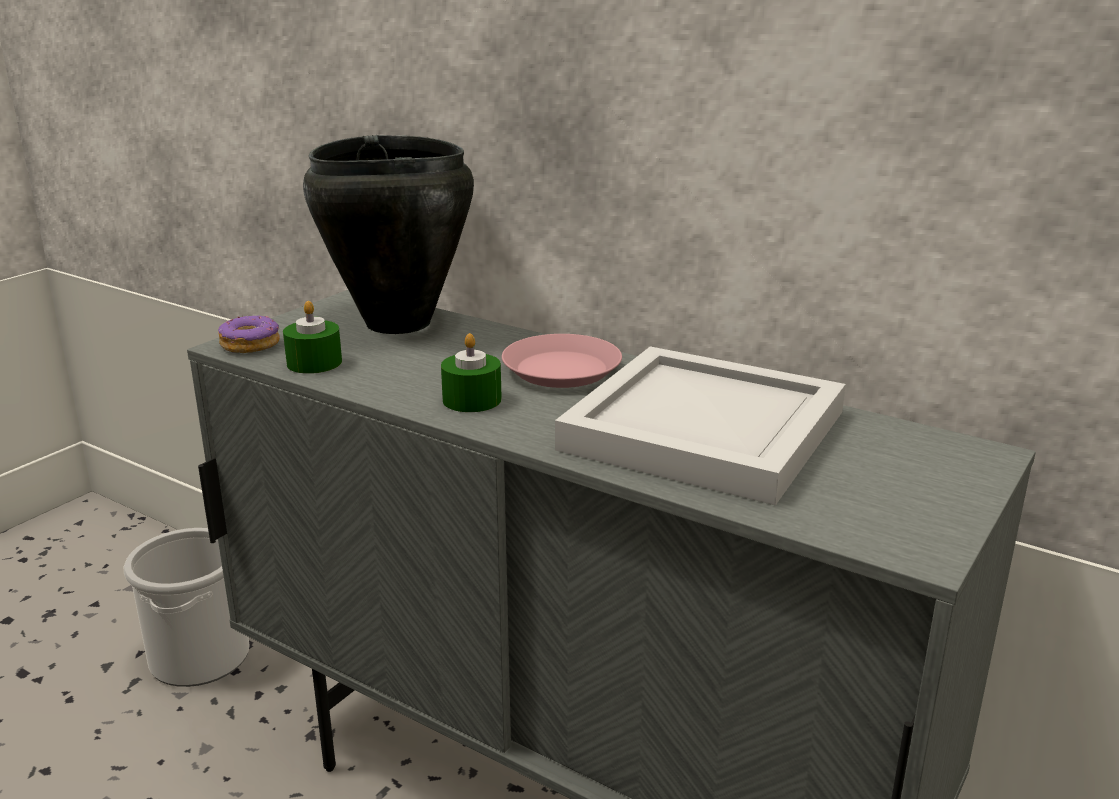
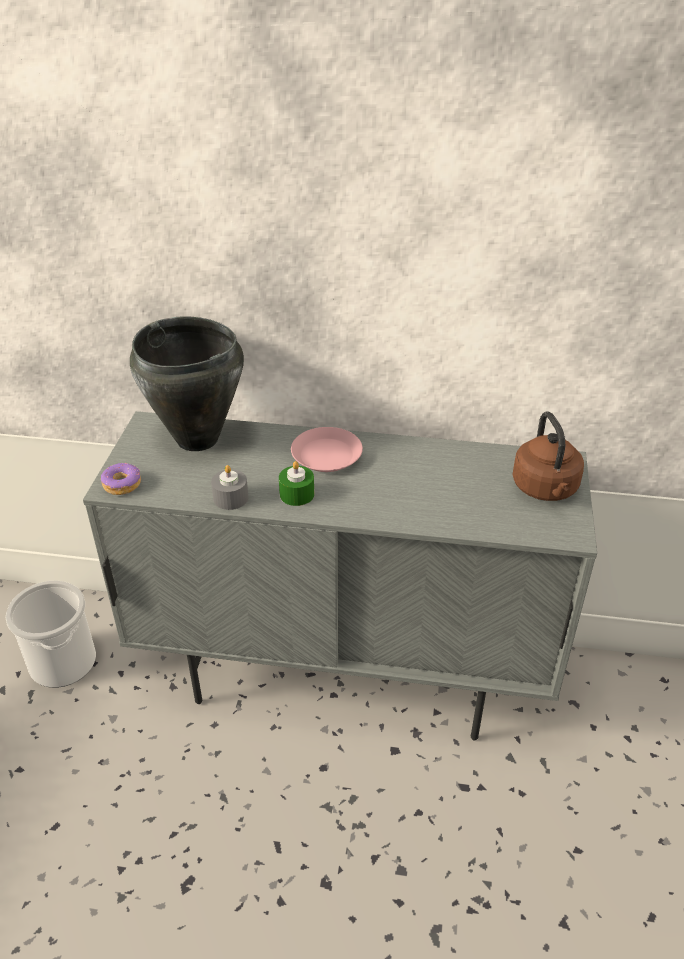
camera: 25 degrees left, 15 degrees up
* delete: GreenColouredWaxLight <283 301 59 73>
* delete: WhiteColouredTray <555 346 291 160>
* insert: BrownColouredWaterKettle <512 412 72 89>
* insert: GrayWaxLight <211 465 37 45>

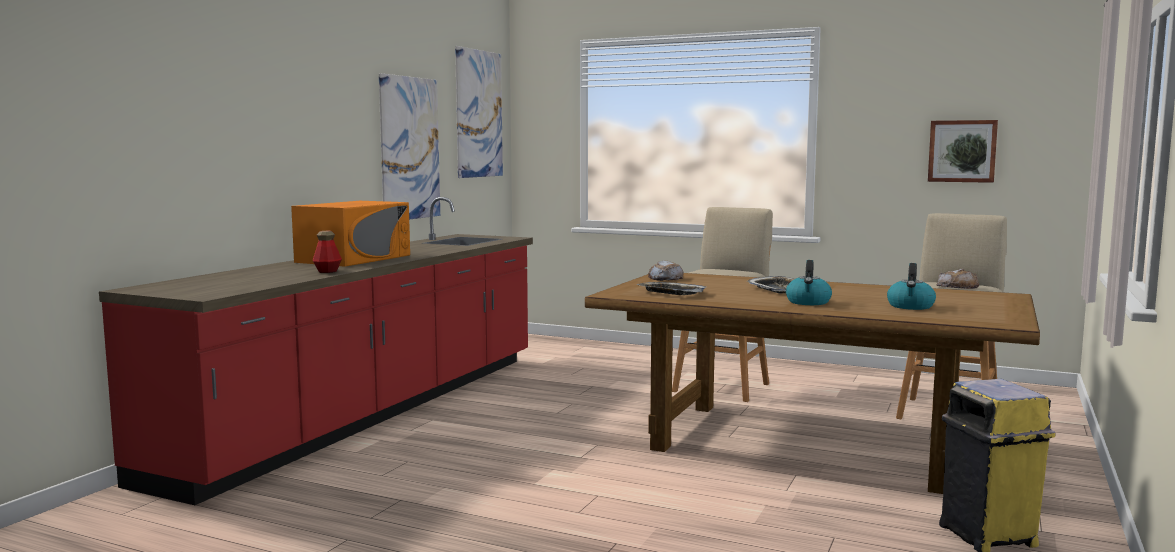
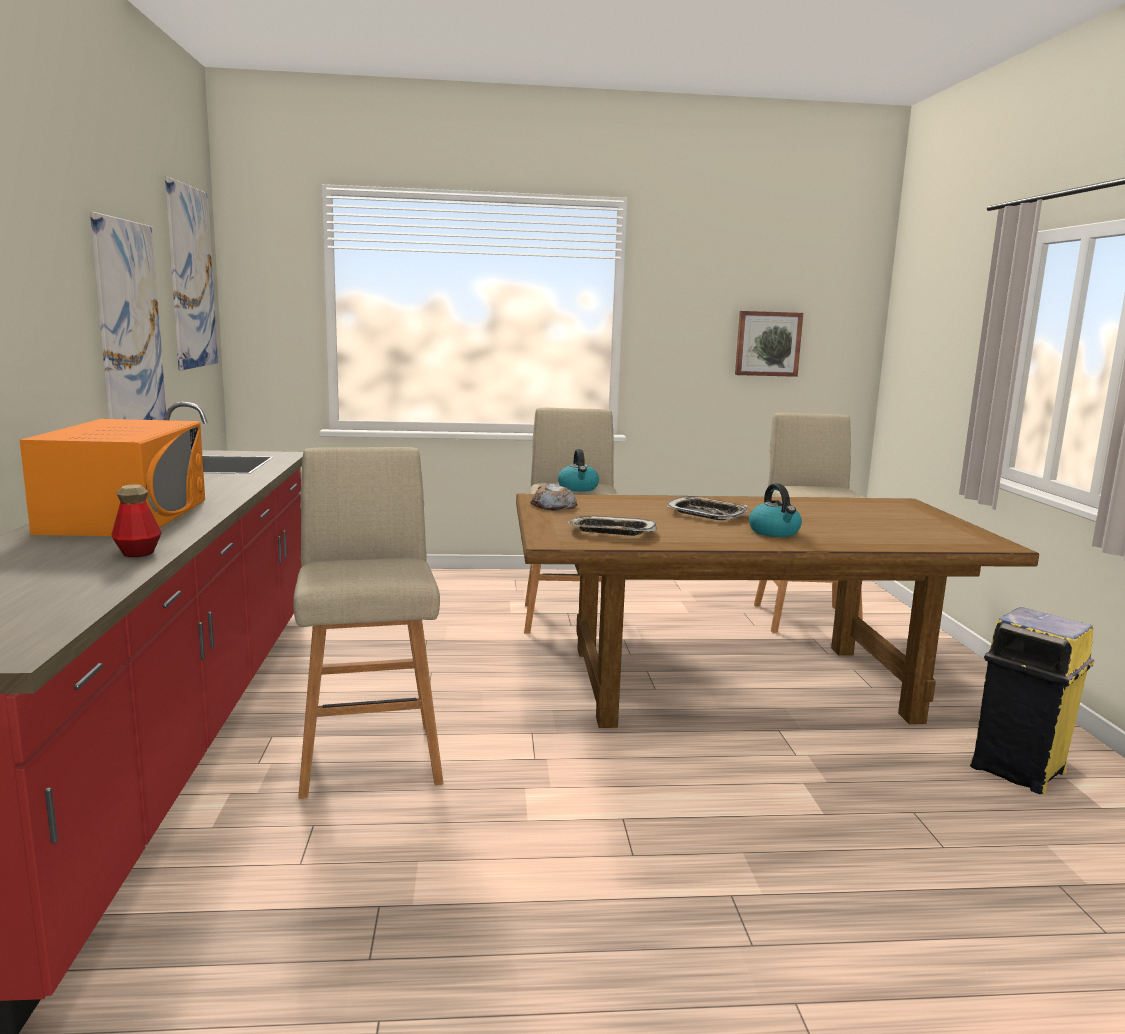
camera: 30 degrees left, 5 degrees up
* move: WaterKettle <887 263 49 47> to <558 449 41 43>
* delete: Bread <937 269 42 20>
* insert: SandColouredSittingStool <293 447 150 352>

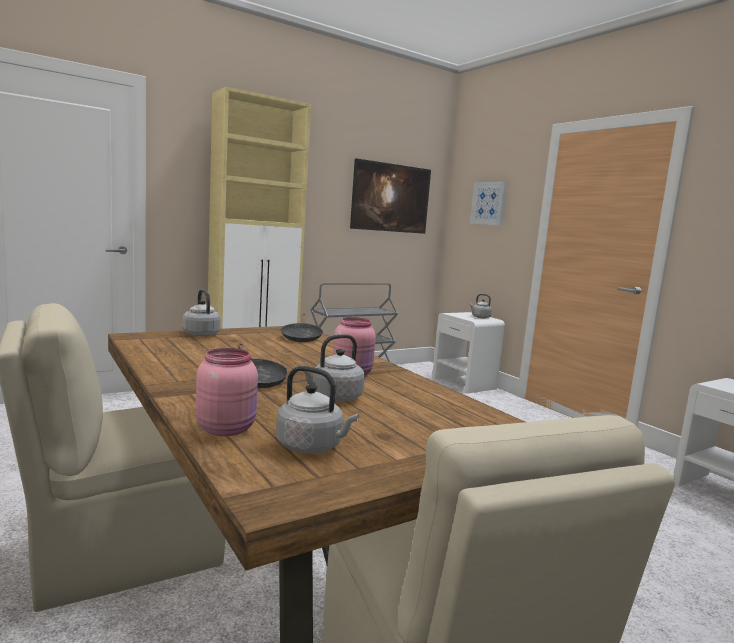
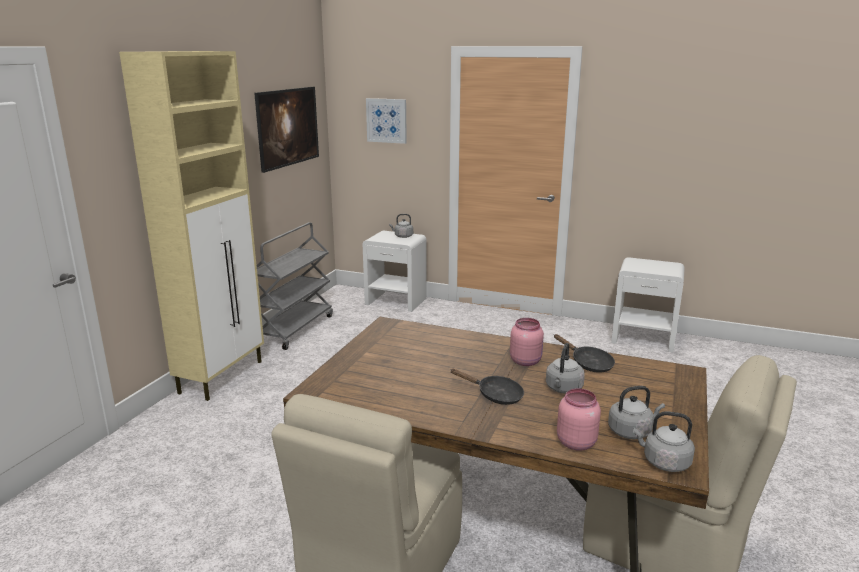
camera: 35 degrees left, 10 degrees up
* move: GrayWaterKettle <183 290 38 46> to <633 411 62 61>
* move: BlackPan <280 314 44 28> to <554 334 61 39>

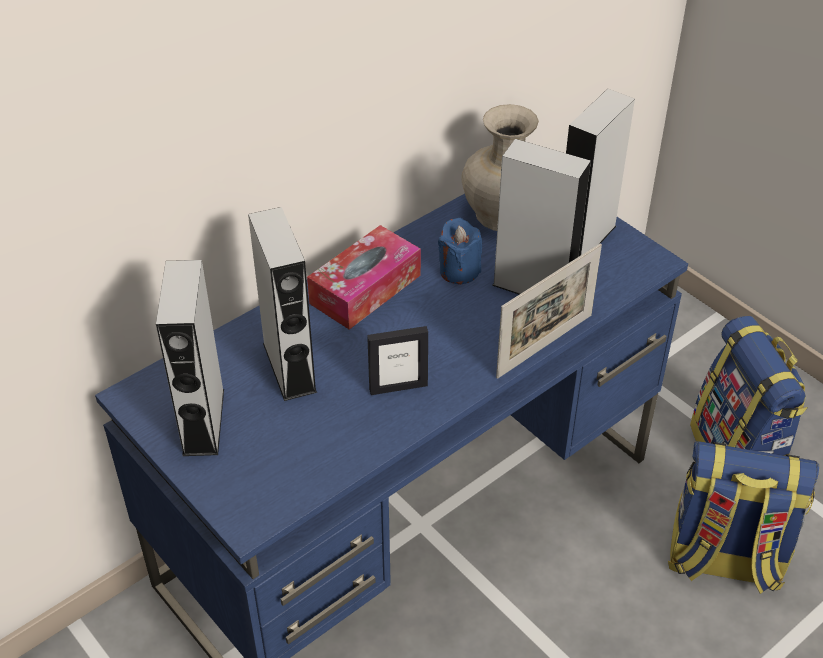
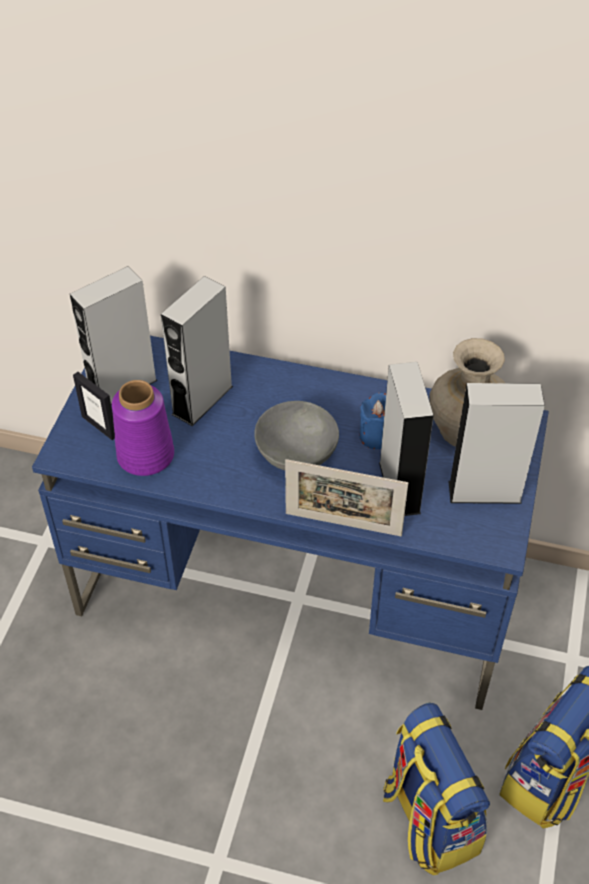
camera: 55 degrees right, 5 degrees up
* delete: TissueBox <307 225 114 105>
* move: PhotoFrame <367 326 61 69> to <73 372 42 68>
* insert: PurpleColouredVase <112 380 62 96>
* insert: GrayServingBowl <254 401 85 69>

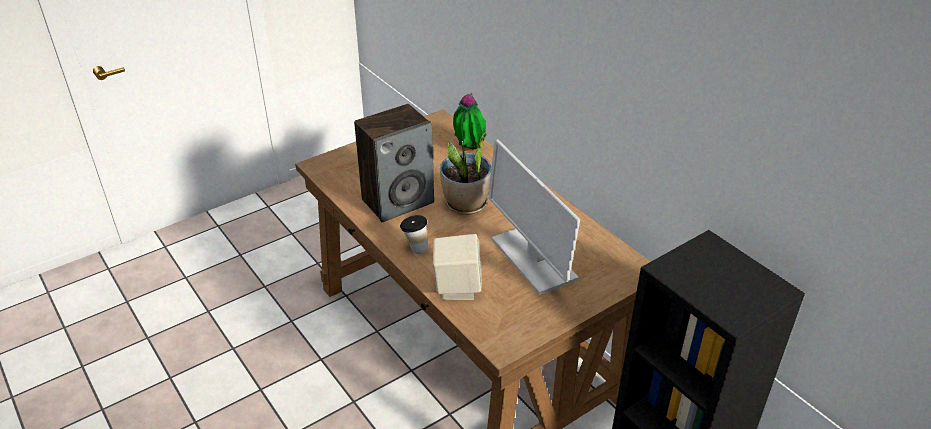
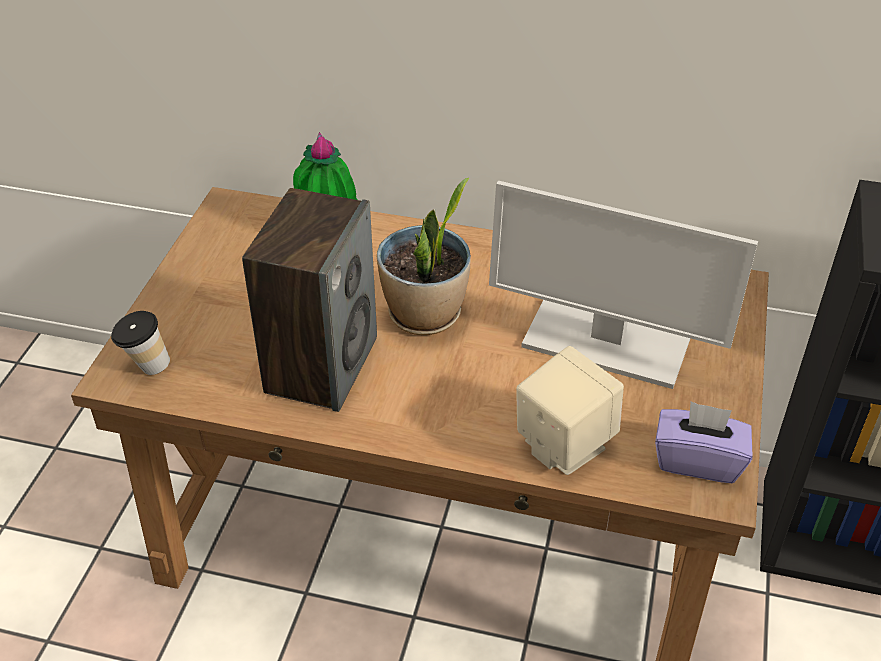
camera: 40 degrees left, 5 degrees up
* move: Cup <400 215 29 38> to <111 311 59 64>
* insert: PurpleColouredTissueBox <655 401 98 82>

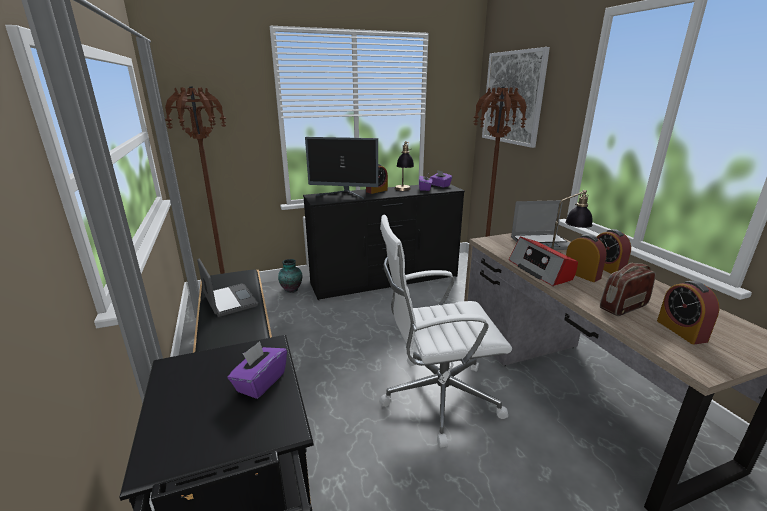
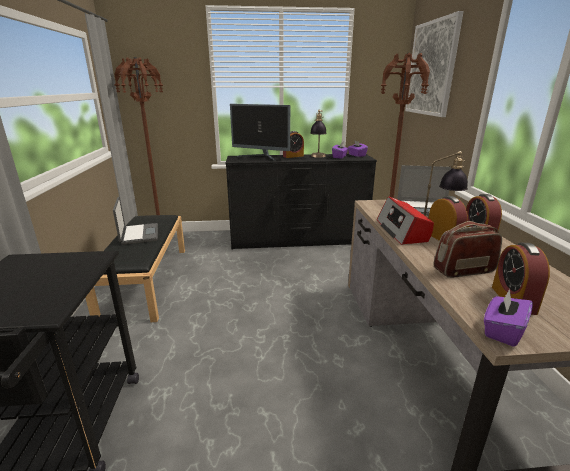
camera: 15 degrees right, 0 degrees up
* delete: WhiteColouredComputerChair <379 215 133 232>
* delete: Vase <278 259 24 34>
* move: PurpleColouredTissueBox <228 341 59 58> to <484 289 49 58>

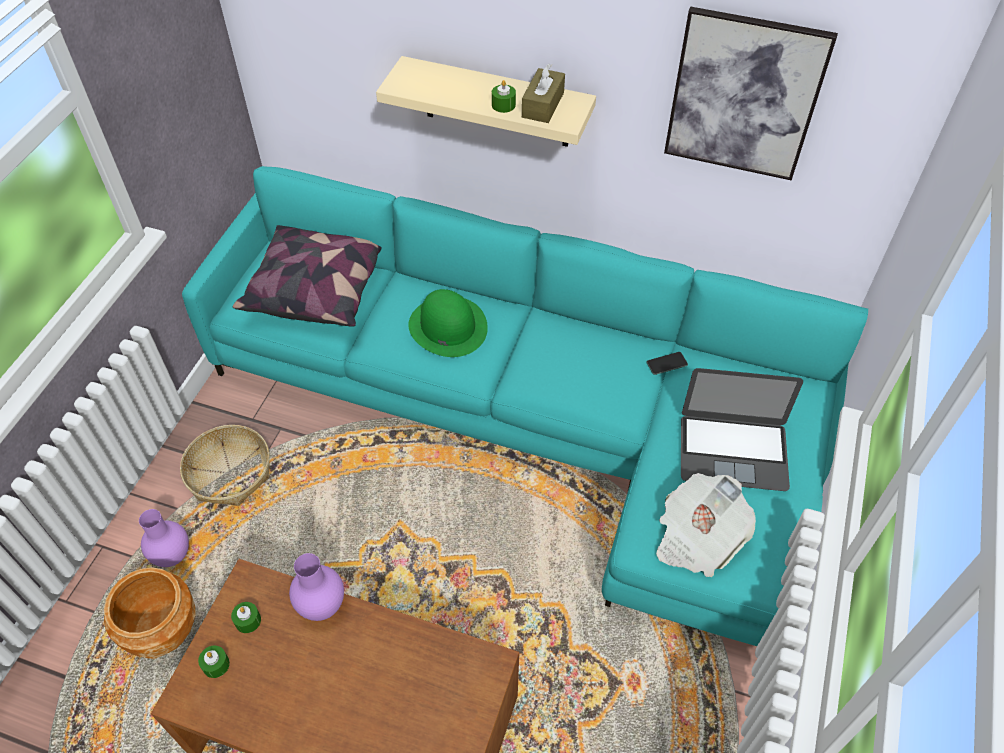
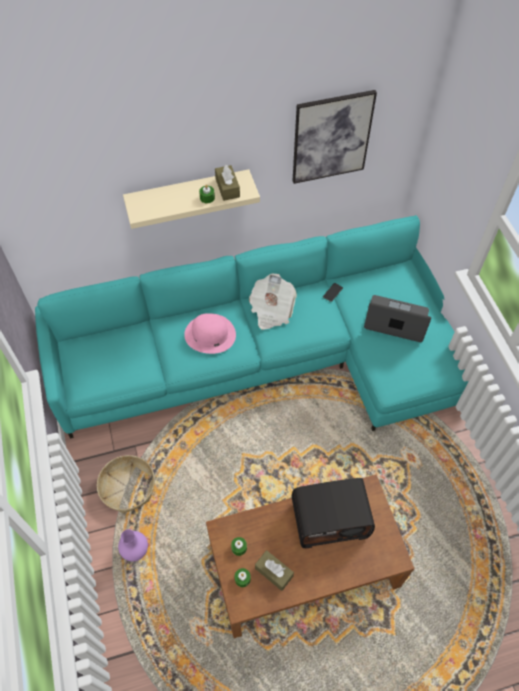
camera: 35 degrees left, 5 degrees up
* delete: Cushion <233 225 149 102>
* recolor: GreenColouredHat <408 289 80 68> to PinkHat <184 313 52 41>
* rotate: Laptop <681 368 122 123> = <364 295 67 47> 135 degrees counterclockwise
* move: DailyPaper <656 473 100 104> to <249 273 48 57>
* delete: PurpleColouredVase <289 553 55 68>
* delete: BrownColouredFlowerPot <104 567 92 92>
* insert: Radio <292 478 83 70>
* insert: BrownColouredTissueBox <255 550 39 41>

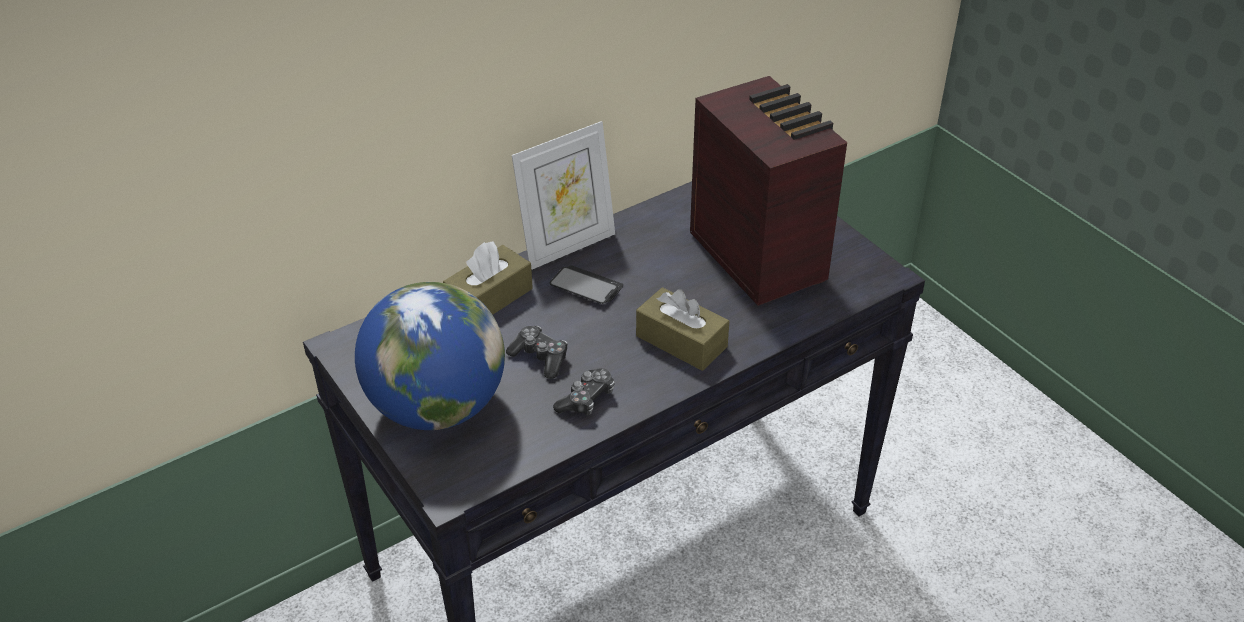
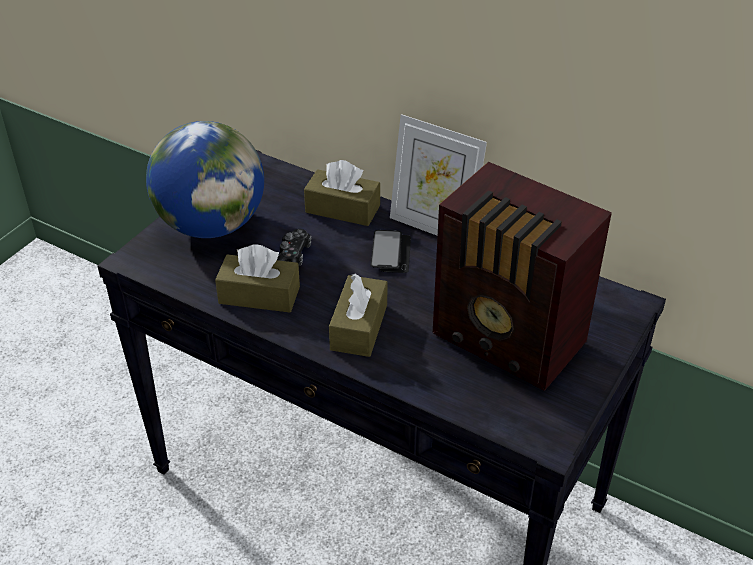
camera: 65 degrees right, 0 degrees up
* rotate: Radio <690 76 157 230> = <433 162 179 229> 90 degrees clockwise
* replace: Gamepad <553 368 62 47> to BrownColouredTissueBox <215 244 85 68>

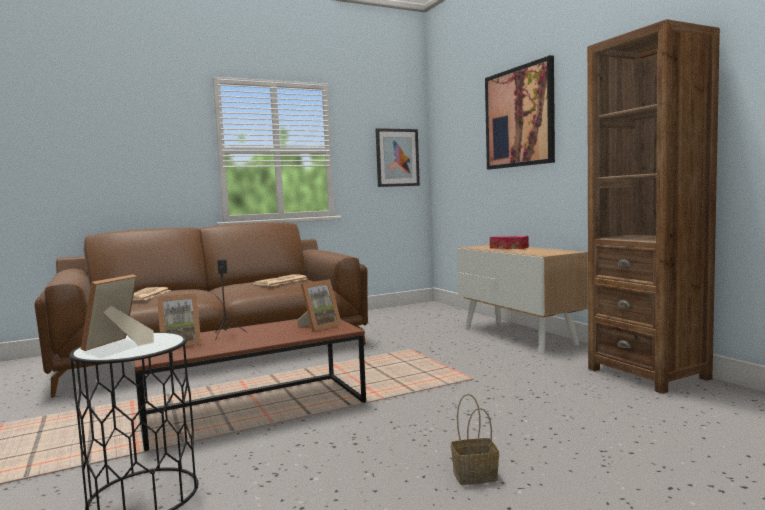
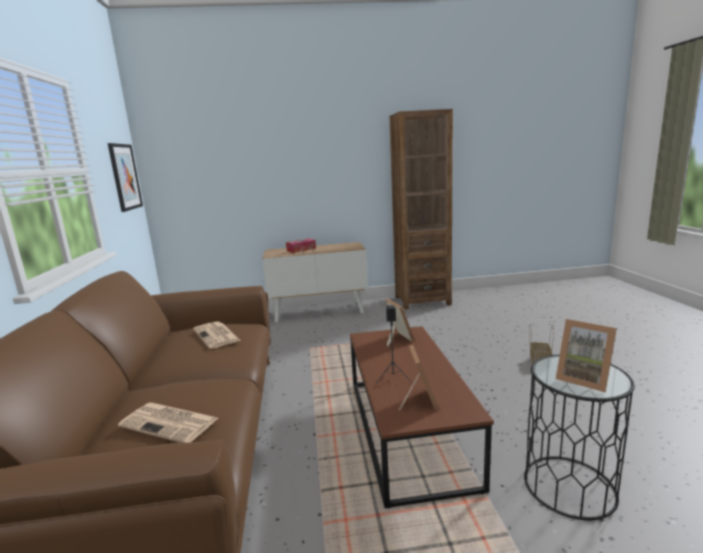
camera: 70 degrees left, 10 degrees up
* delete: Picture <485 55 70 114>

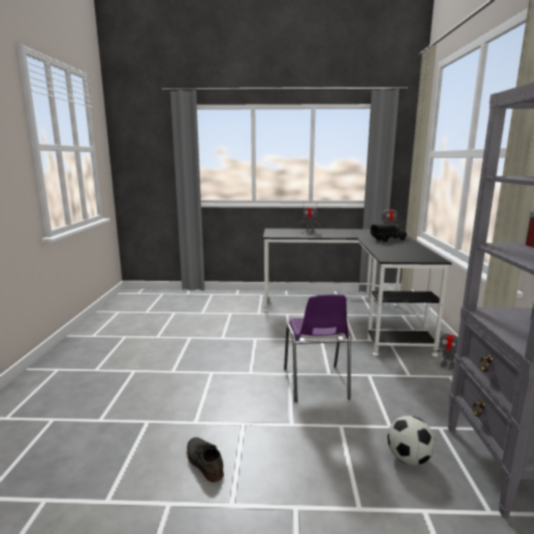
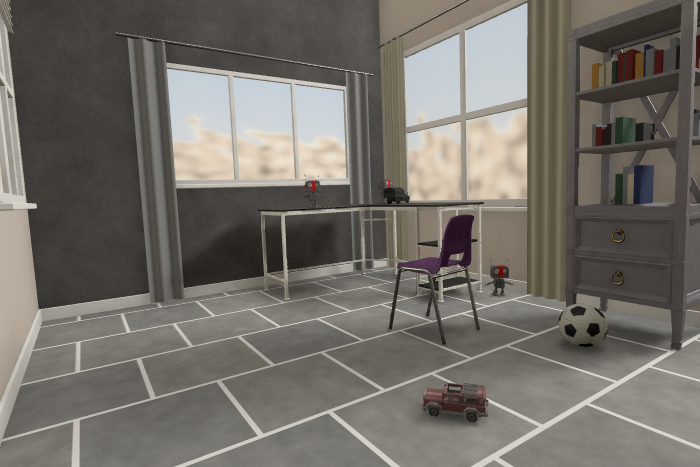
camera: 35 degrees left, 10 degrees down
* replace: GrayShoe <187 437 37 45> to ToyLorry <422 381 67 41>

